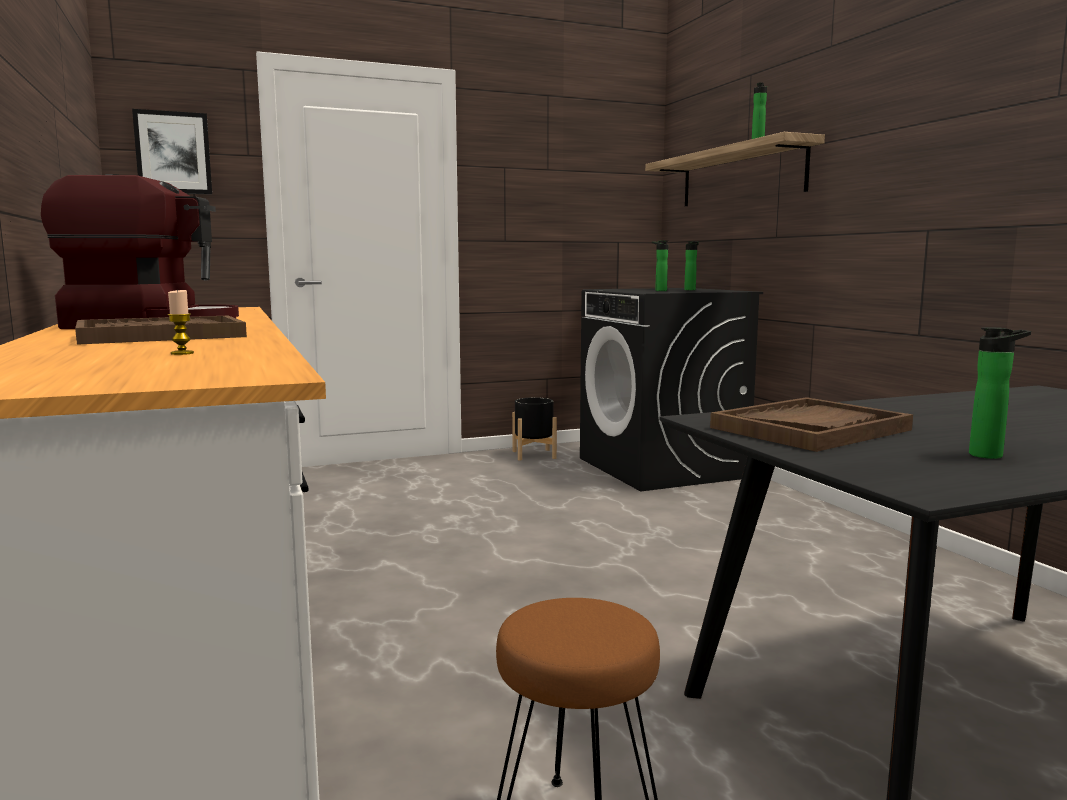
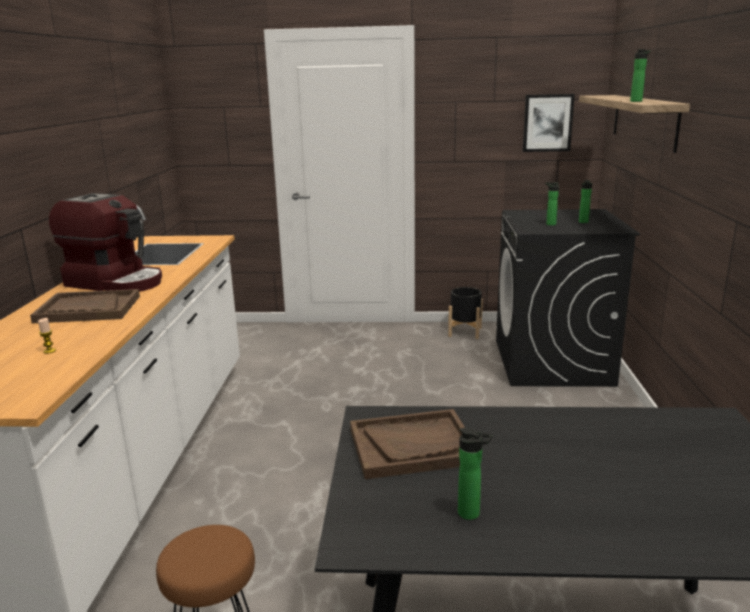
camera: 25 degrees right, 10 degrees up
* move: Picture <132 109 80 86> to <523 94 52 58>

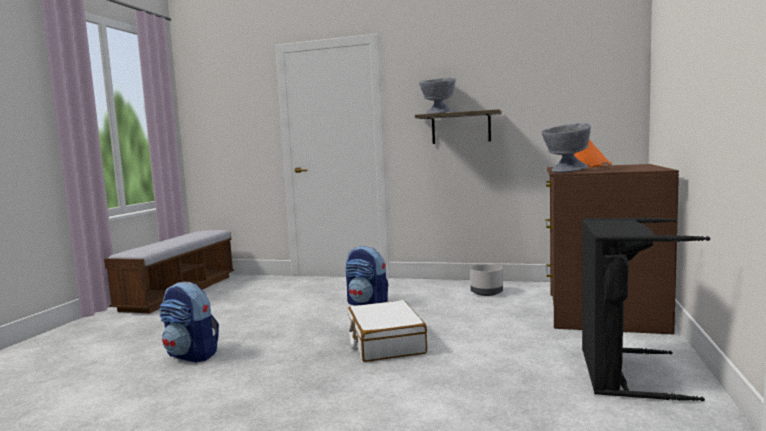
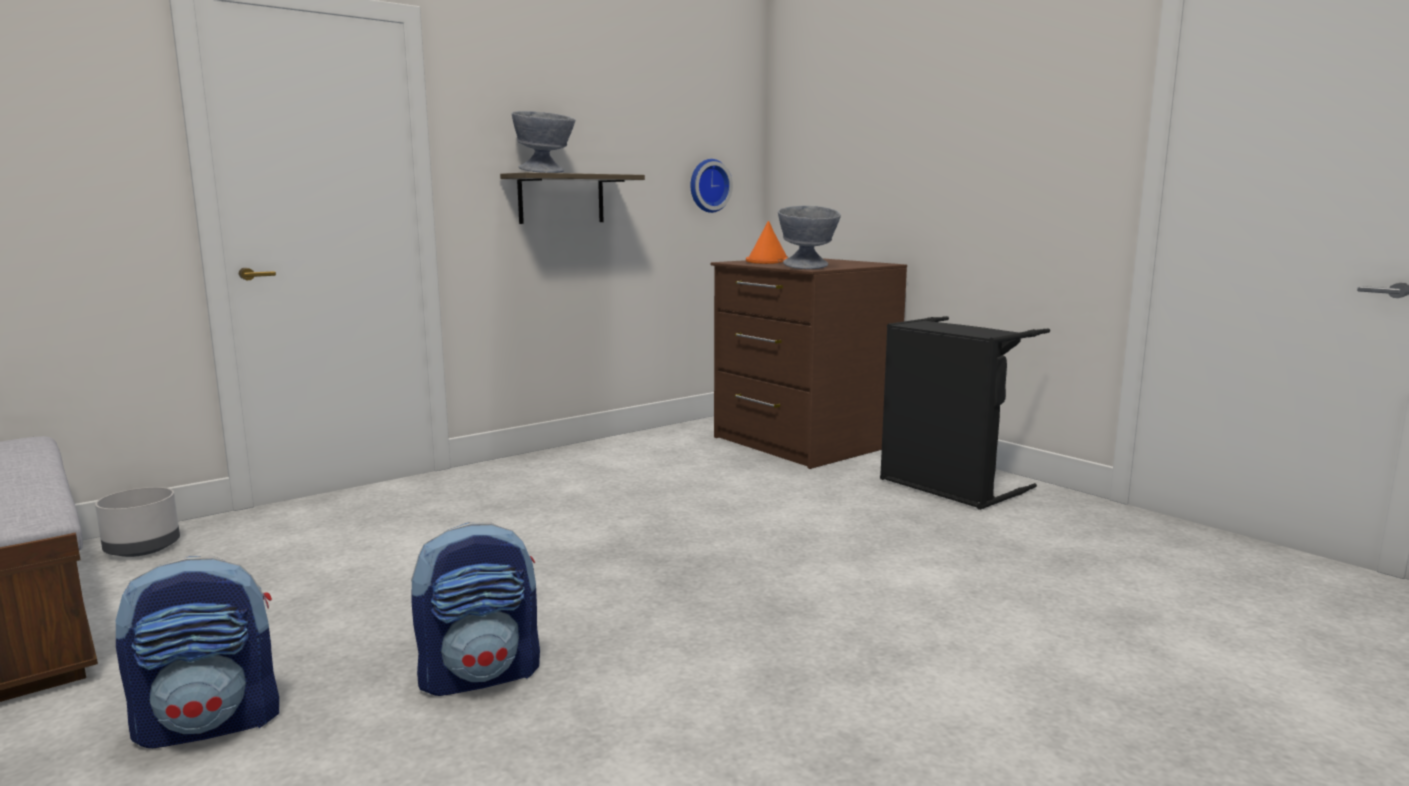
camera: 55 degrees left, 5 degrees up
* move: Rucksack <346 246 43 59> to <115 556 164 192>
* move: GrayFlowerPot <470 264 33 32> to <95 487 85 70>
* delete: WhiteColouredPieceOfLuggage <348 300 79 62>
* insert: WallClock <690 159 43 54>

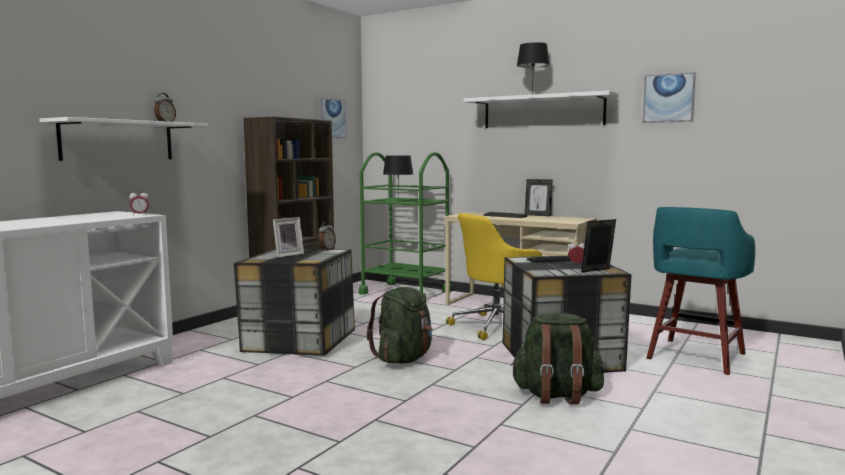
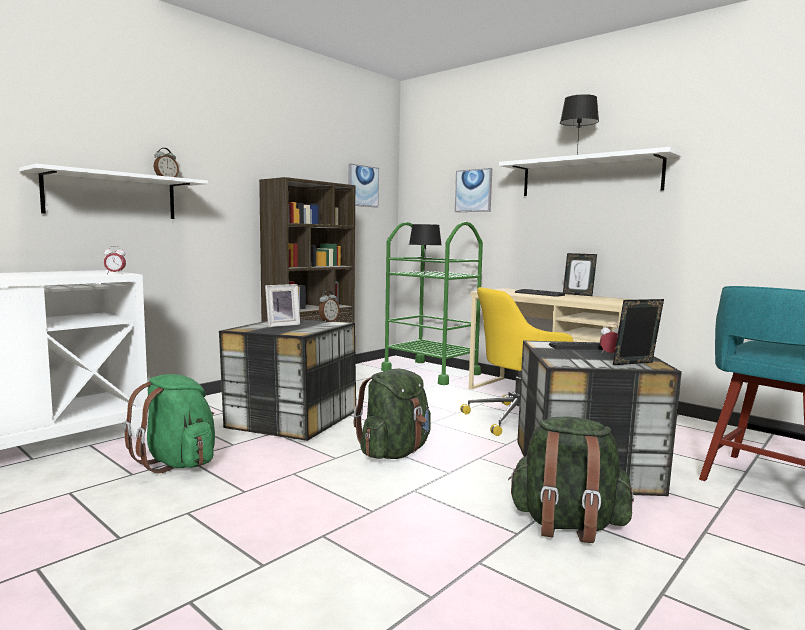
camera: 10 degrees right, 0 degrees up
* move: Picture <643 72 53 51> to <455 168 37 44>
* insert: GreenColouredRucksack <123 374 92 99>

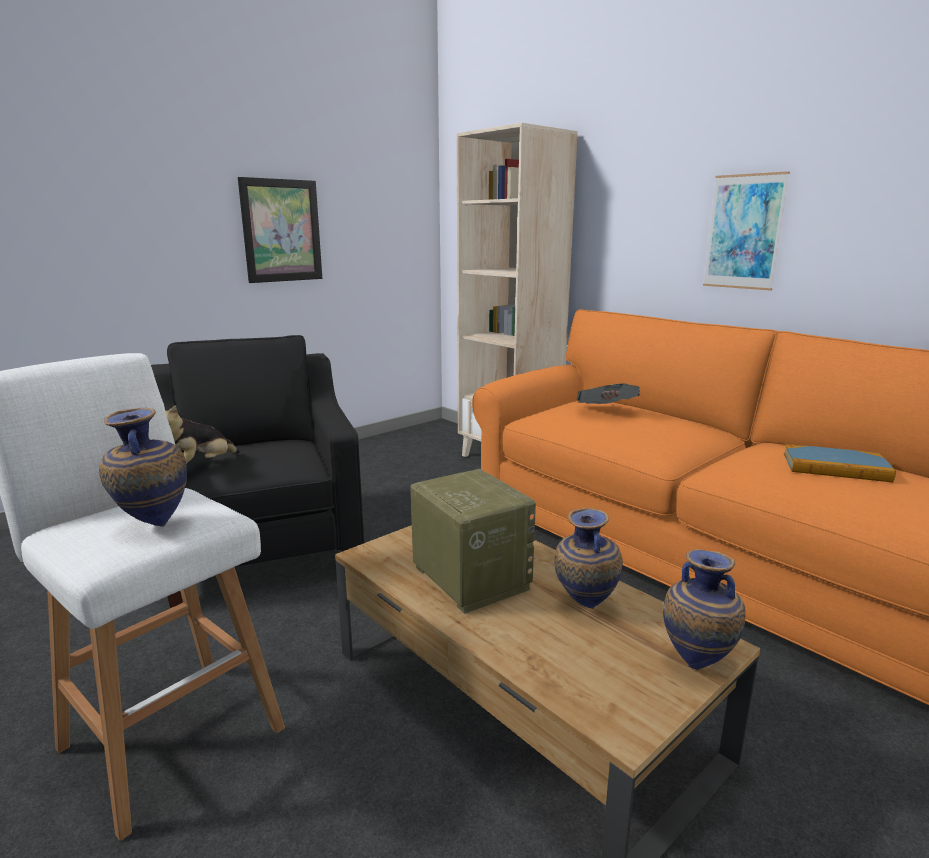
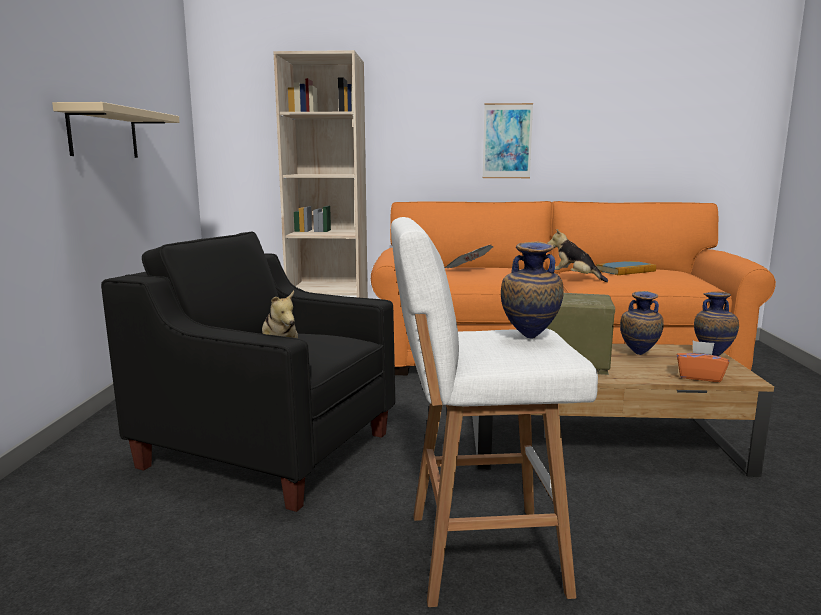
camera: 45 degrees left, 5 degrees down
* replace: Picture <238 177 84 106> to SandColouredShelf <52 102 128 56>
* insert: SoftToy <547 229 61 53>
* insert: OrangeColouredTissueBox <677 341 52 41>

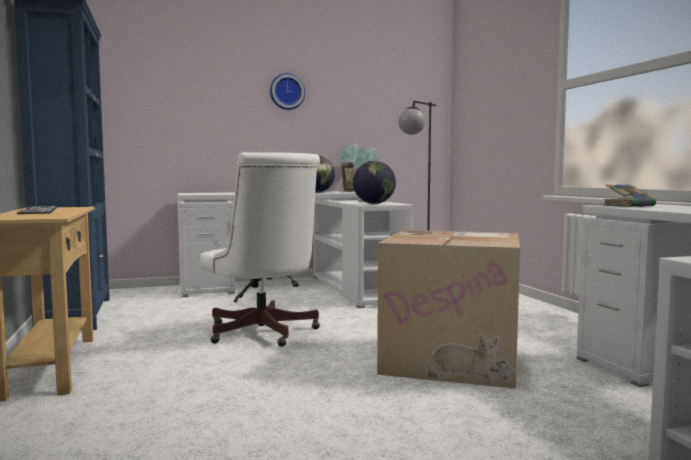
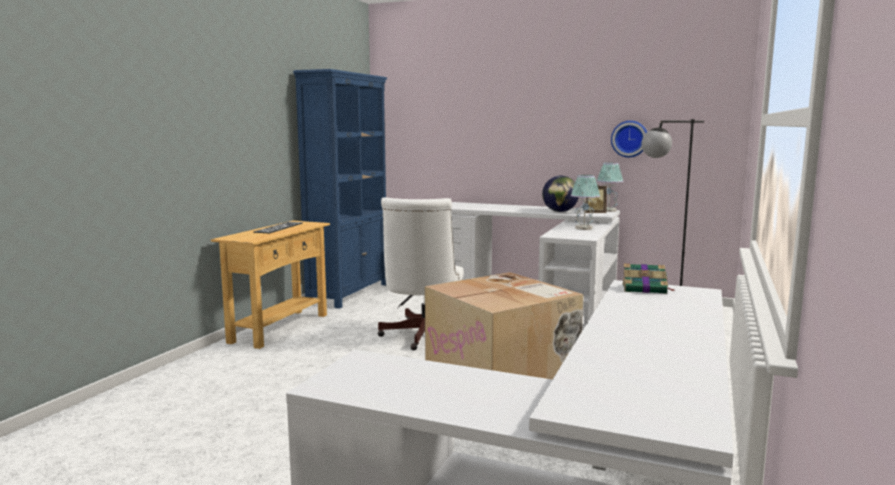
camera: 40 degrees right, 5 degrees up
* move: WallClock <270 73 35 37> to <611 121 36 36>
* delete: WorldGlobe <353 161 43 43>

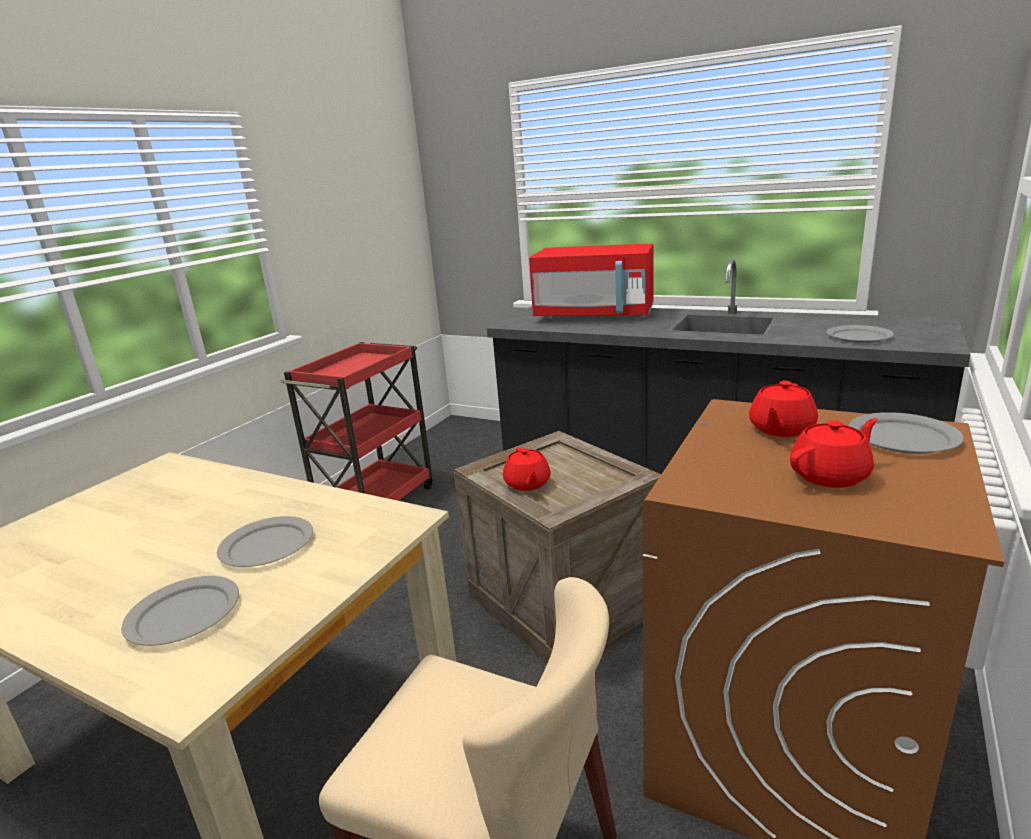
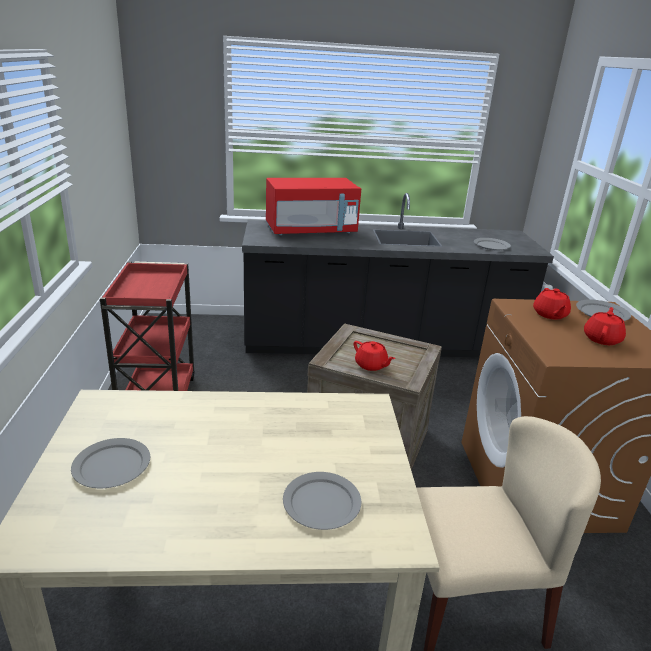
camera: 35 degrees left, 5 degrees up
* move: GrayFlatDish <217 516 96 51> to <71 438 79 50>

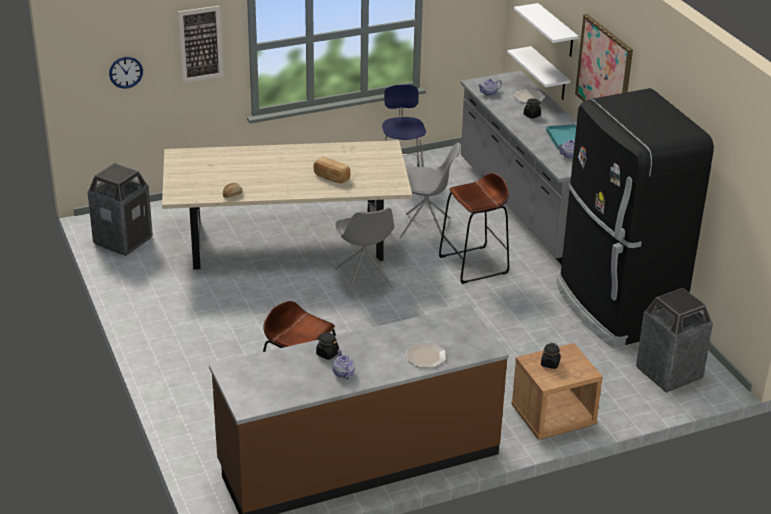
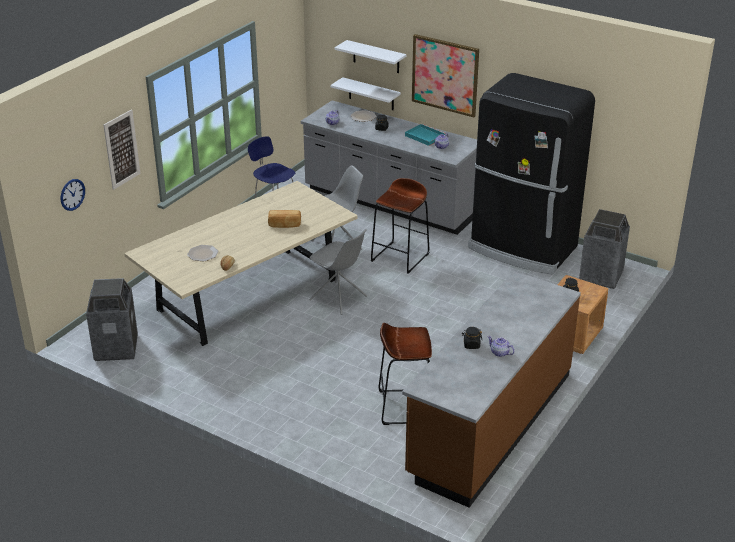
camera: 35 degrees left, 0 degrees up
* move: FlatDish <406 343 40 25> to <187 245 32 16>

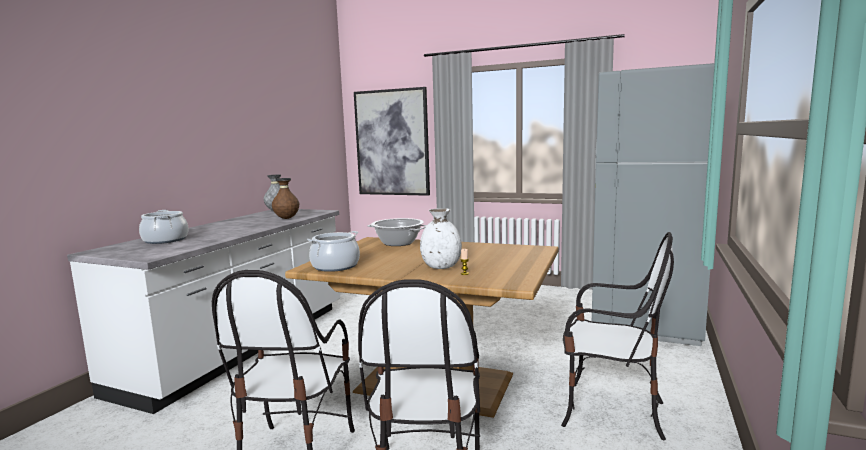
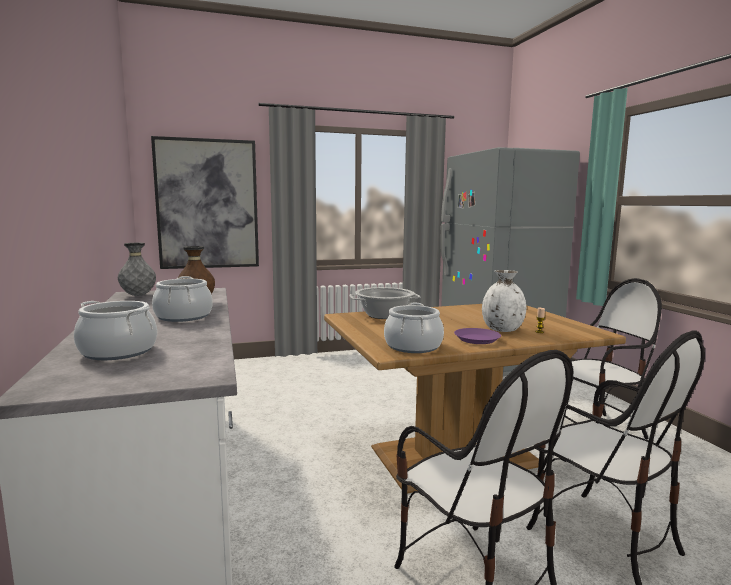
camera: 40 degrees left, 0 degrees up
* insert: Stockpot <152 276 61 46>
* insert: PurpleColouredFlatDish <454 328 47 16>

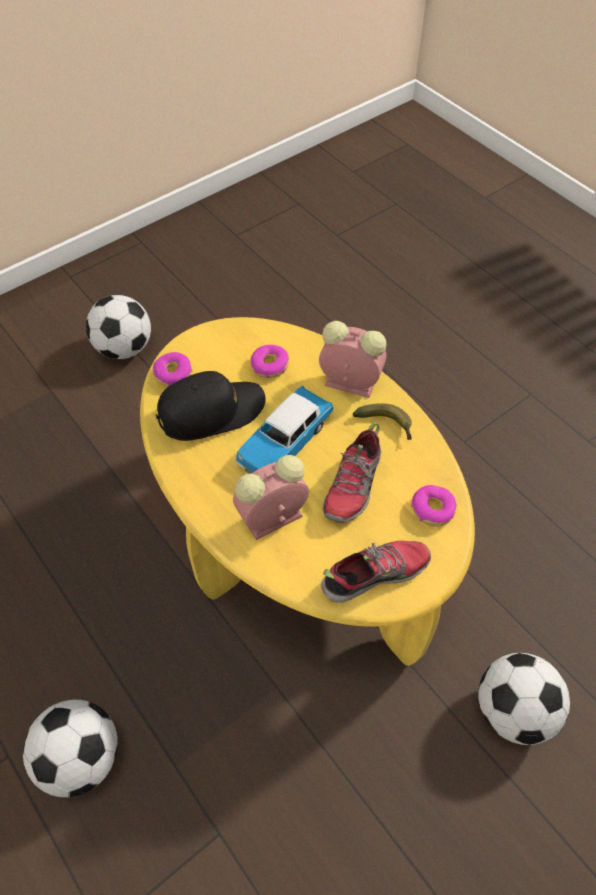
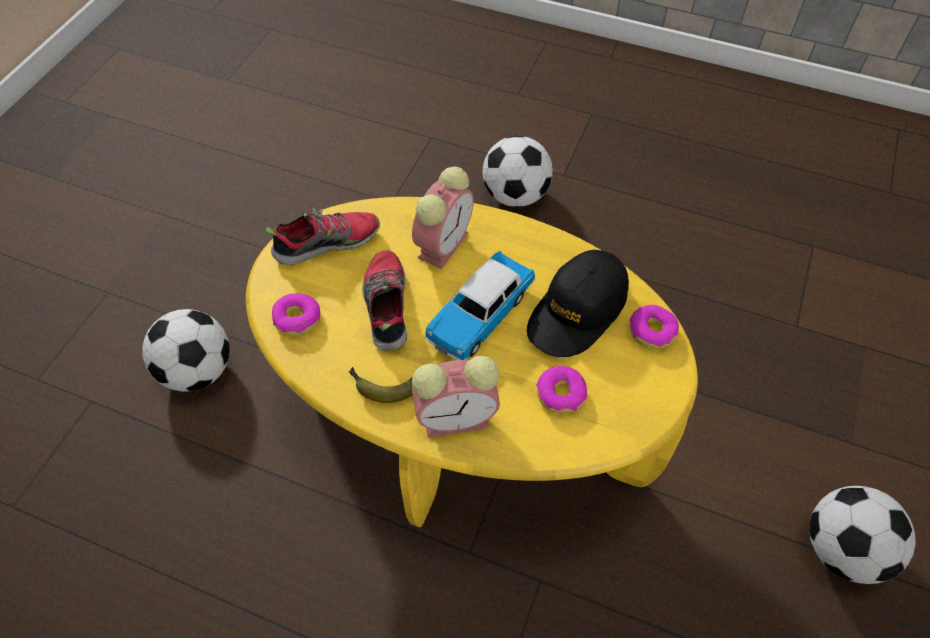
camera: 150 degrees right, 0 degrees up
* rotate: ToyCar <235 386 99 88> = <424 250 112 110> 150 degrees counterclockwise
* rotate: Shoe <321 541 110 62> = <266 208 114 57> 150 degrees counterclockwise

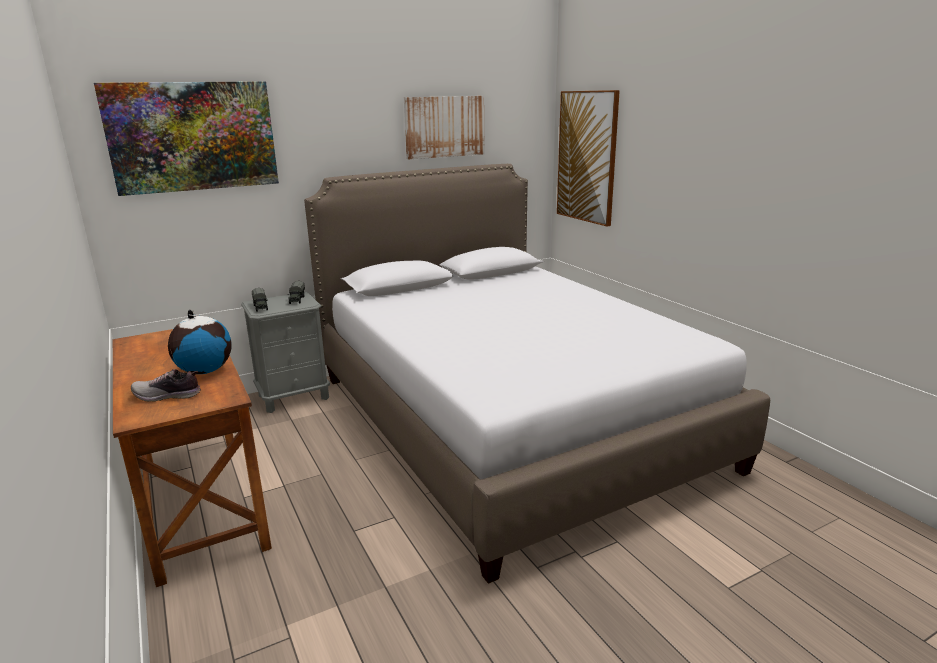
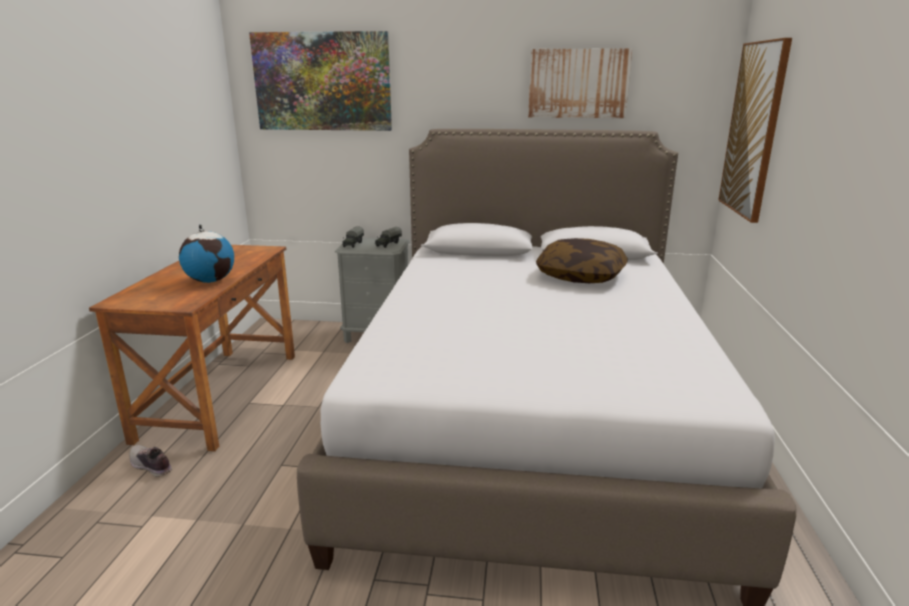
camera: 35 degrees right, 0 degrees up
* move: Shoe <131 369 70 33> to <129 445 43 32>
* insert: Cushion <536 238 92 45>

